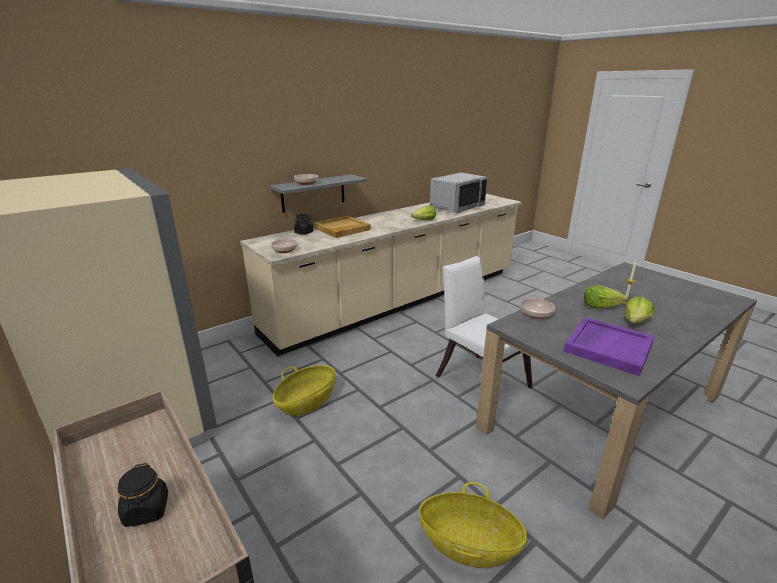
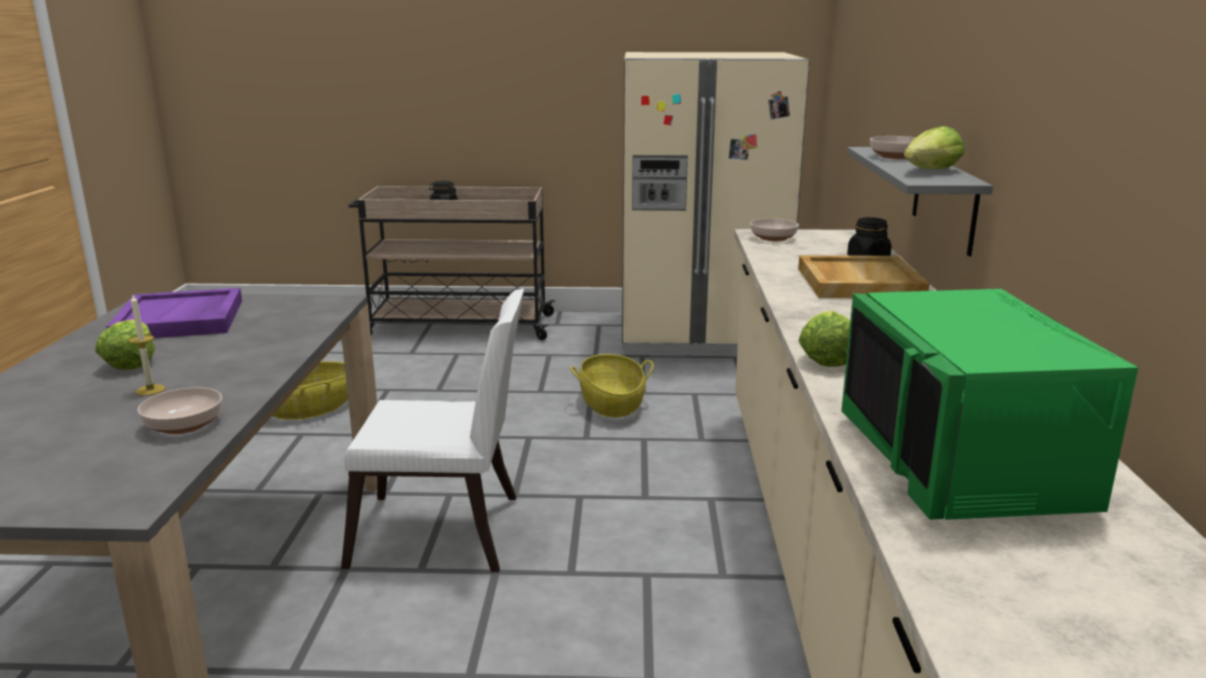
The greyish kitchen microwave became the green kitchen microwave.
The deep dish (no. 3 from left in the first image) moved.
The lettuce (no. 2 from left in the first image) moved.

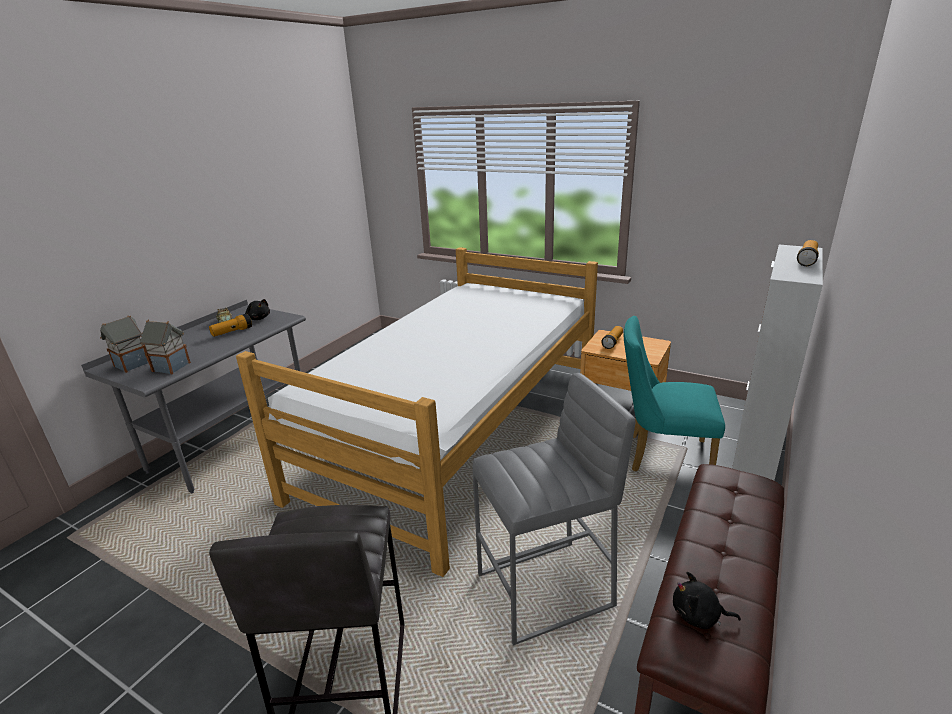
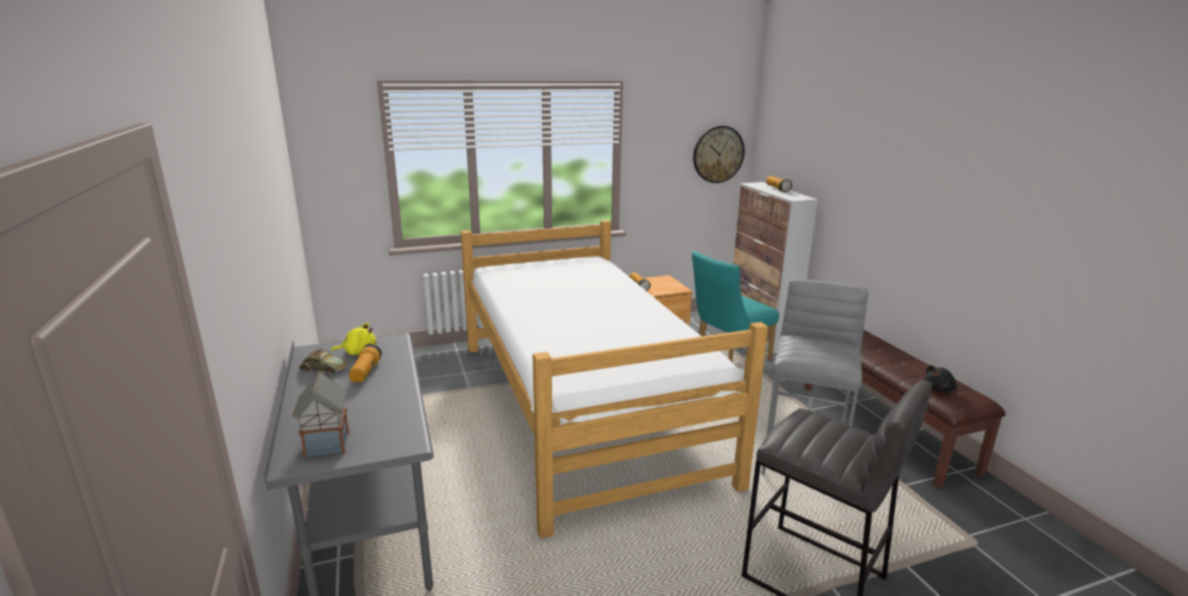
The miniature house (no. 2 from left) disappeared.
The black-coloured cuddly toy (no. 1 from left) became the yellowish cuddly toy.
The hanging clock appeared.

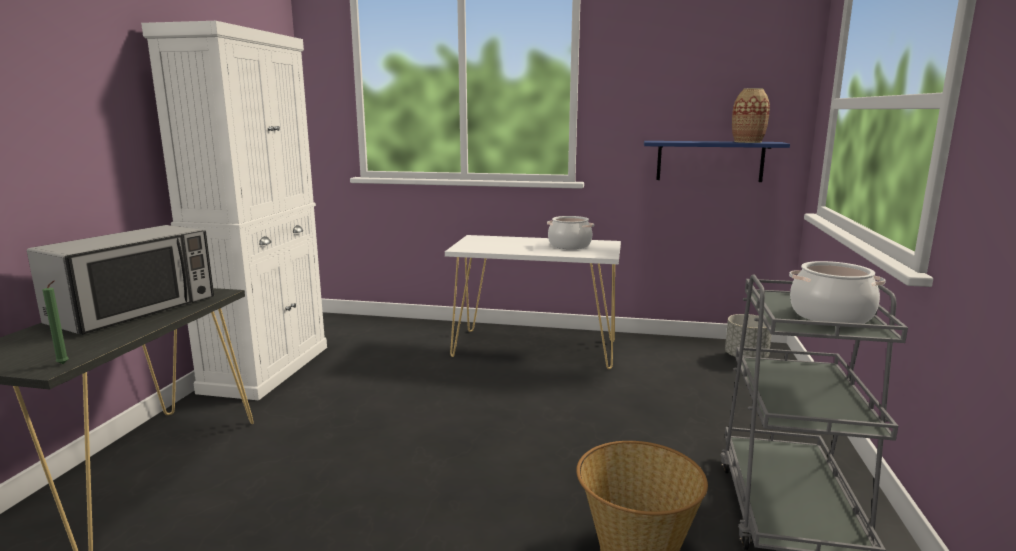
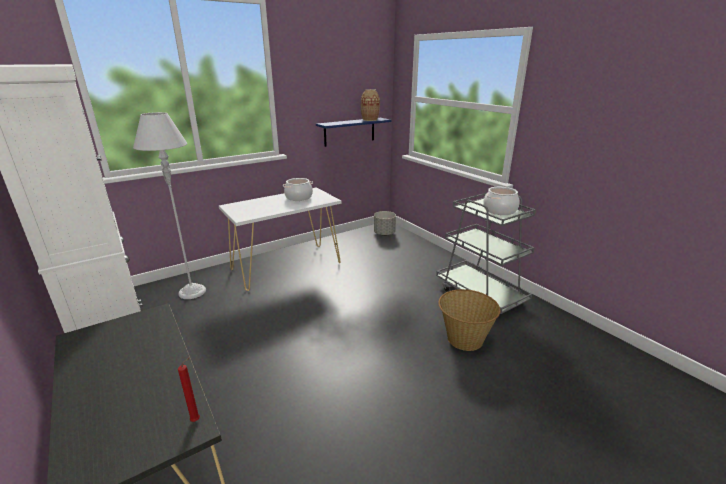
The kitchen microwave disappeared.
The green wax candle became the reddish wax candle.
The greyish floor lamp appeared.

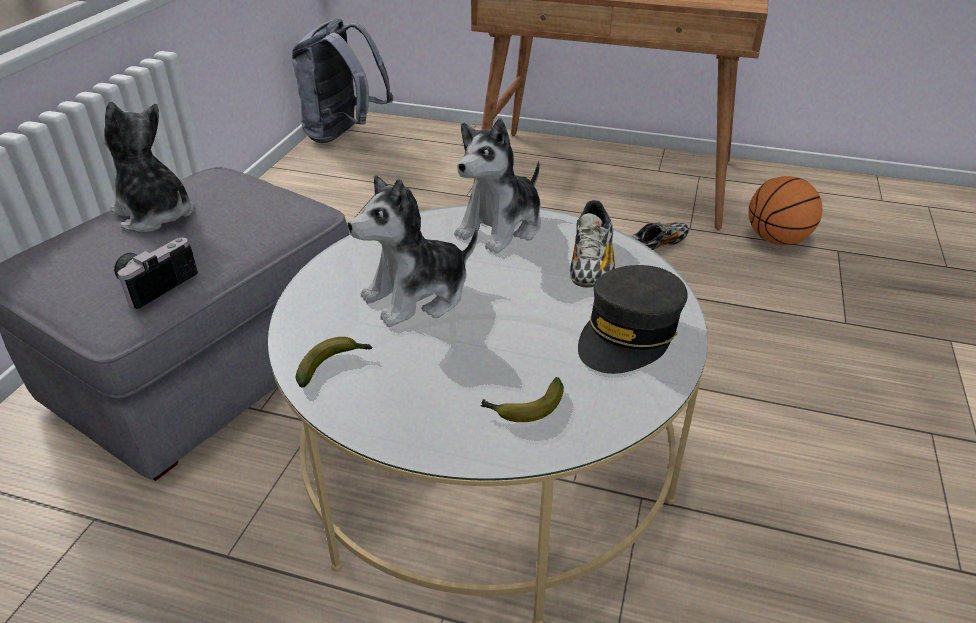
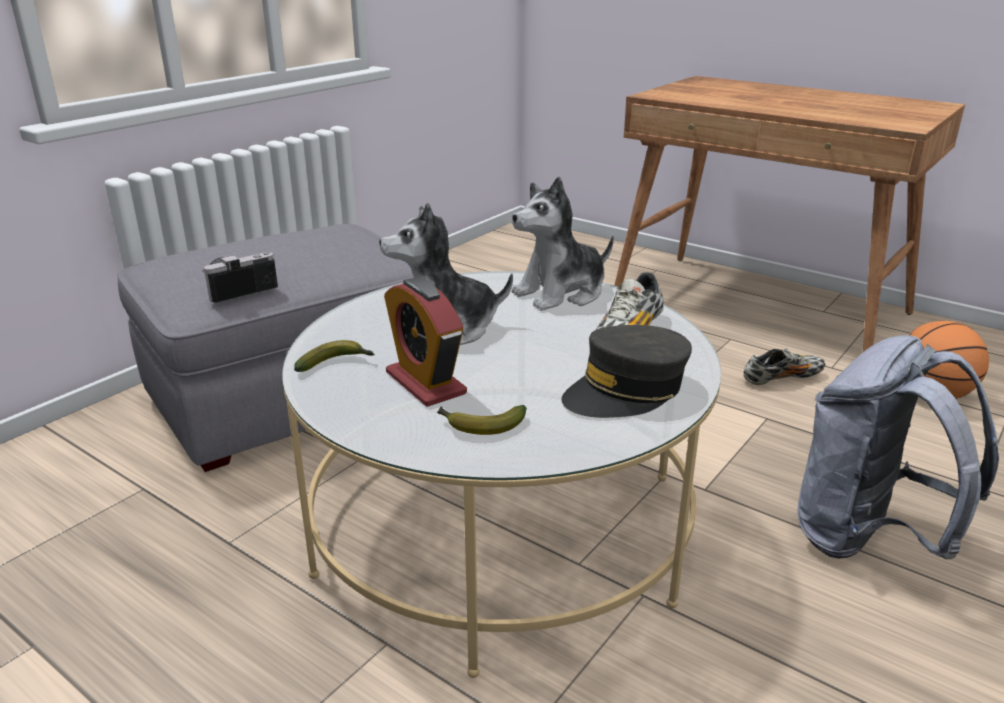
The cuddly toy (no. 1 from left) disappeared.
The greyish knapsack moved.
The bedside clock appeared.

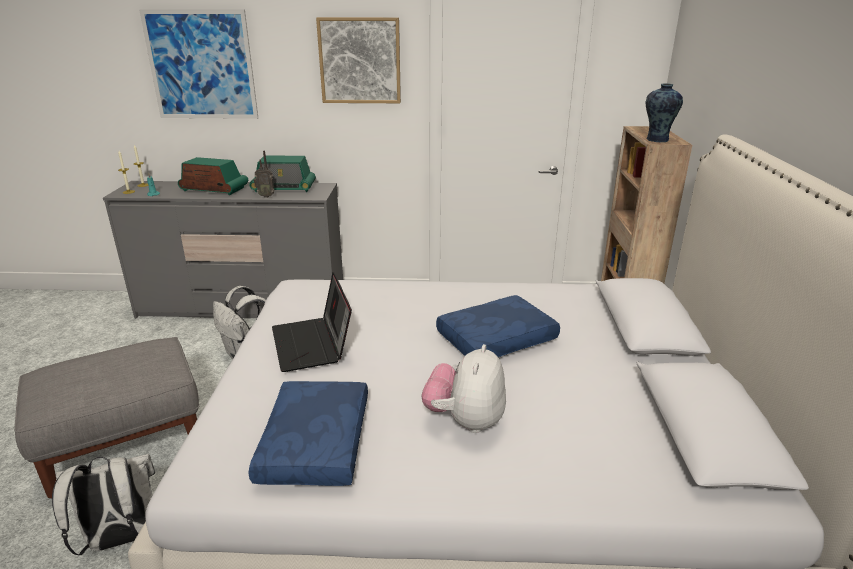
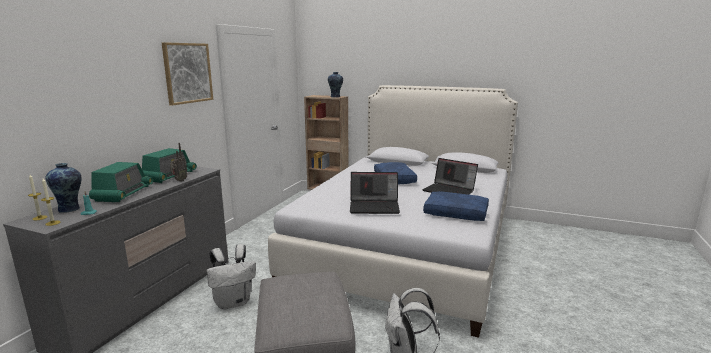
The wall picture (no. 1 from left) disappeared.
The radio receiver (no. 1 from left) turned 150 degrees clockwise.
The cuddly toy was replaced by the notebook computer (no. 2 from left).
The decorative vase (no. 1 from left) appeared.

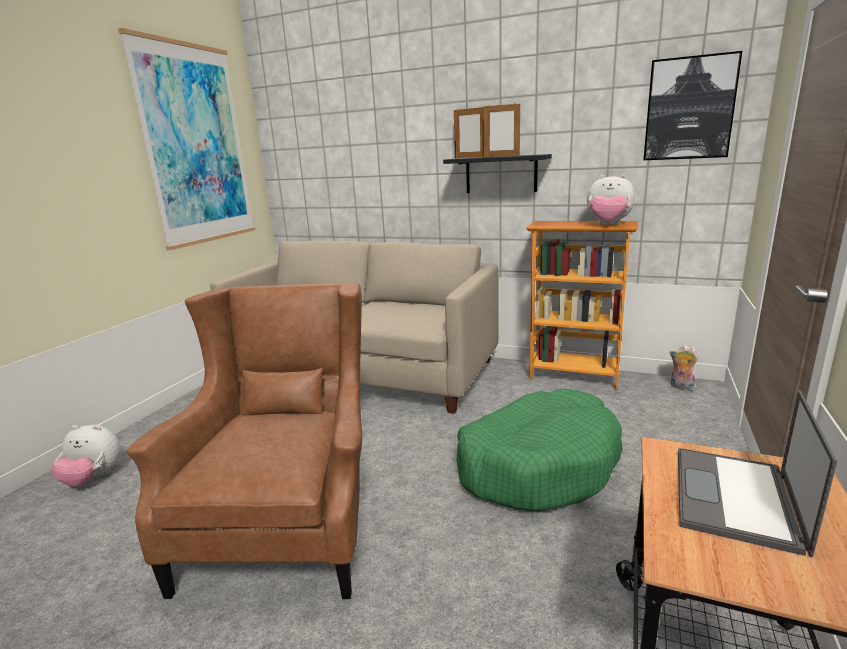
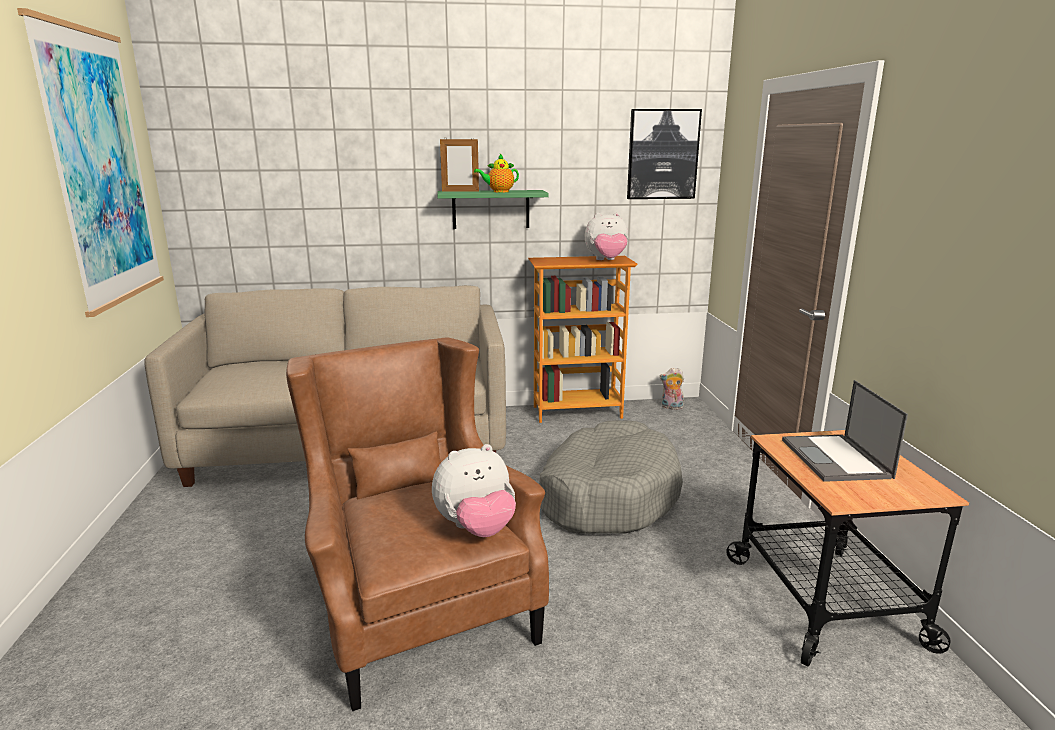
The cuddly toy (no. 1 from left) moved.
The black-coloured shelf became the green shelf.
The green pet bed became the greyish pet bed.
The photo frame (no. 2 from left) was replaced by the teapot.

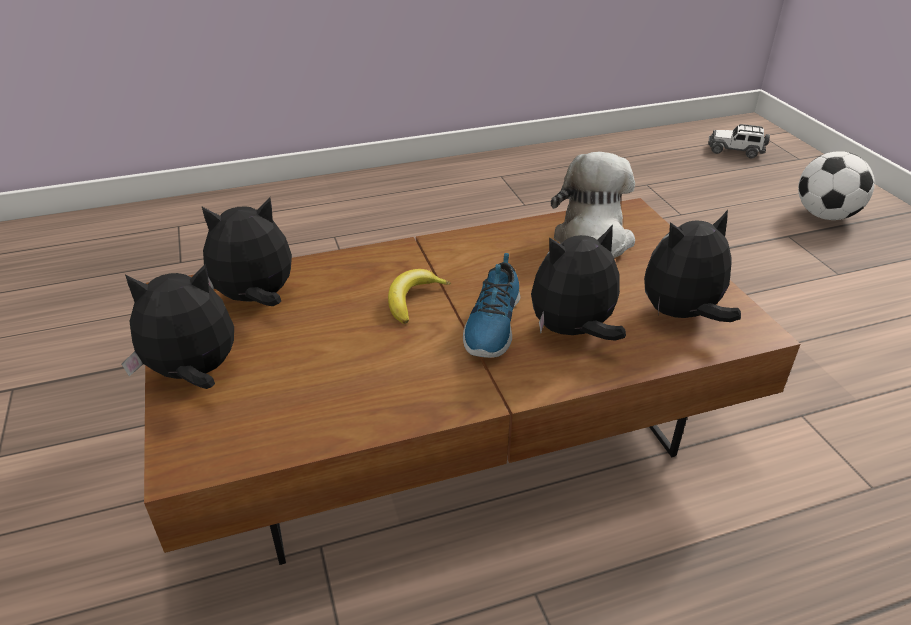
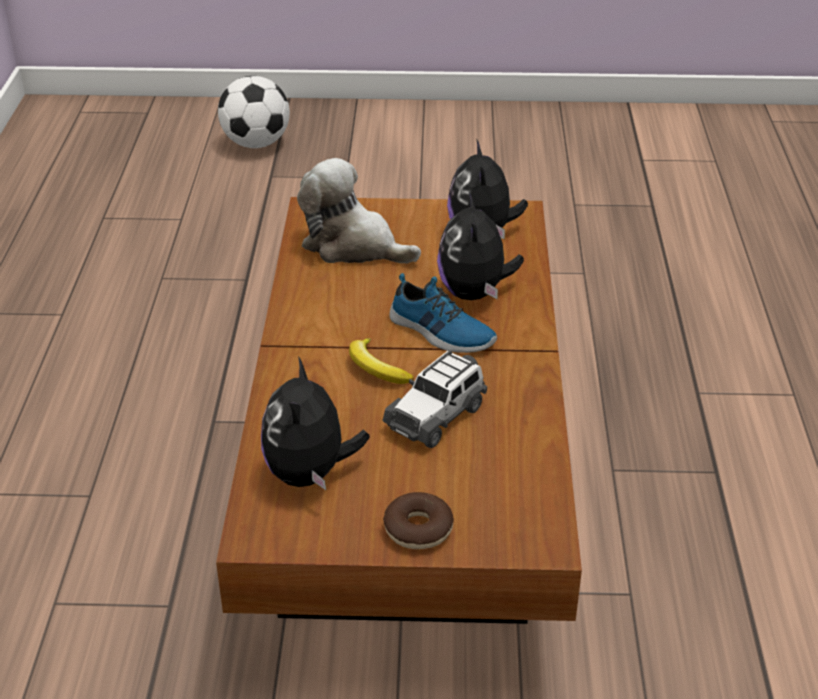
The cuddly toy (no. 1 from left) was replaced by the doughnut.
The miniature car moved.

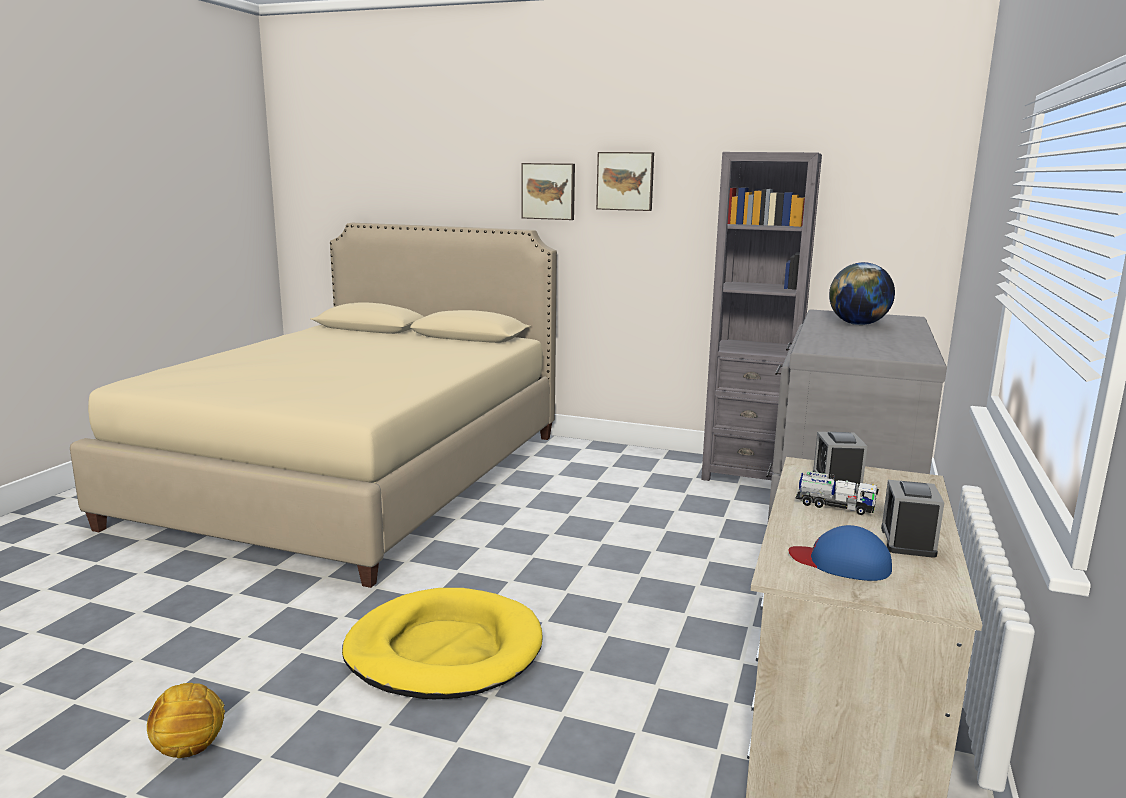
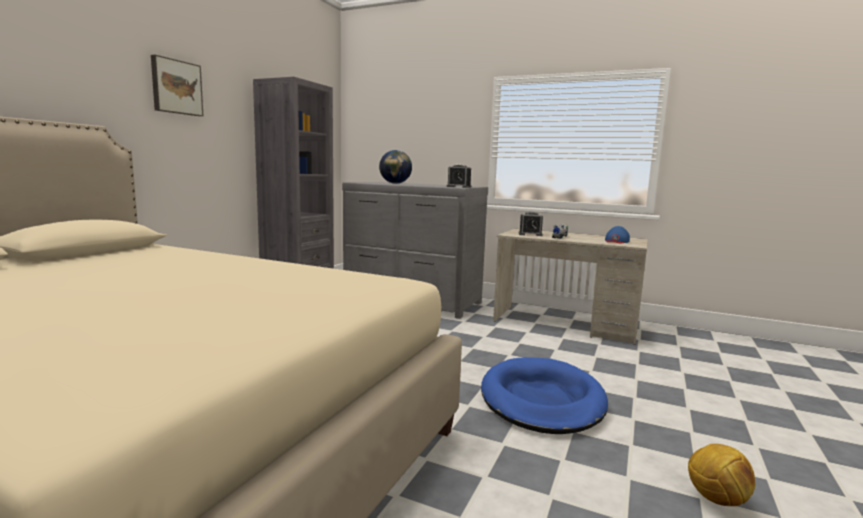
The yellowish pet bed became the blue pet bed.
The wall picture (no. 1 from left) disappeared.
The bedside clock (no. 2 from left in the first image) moved.

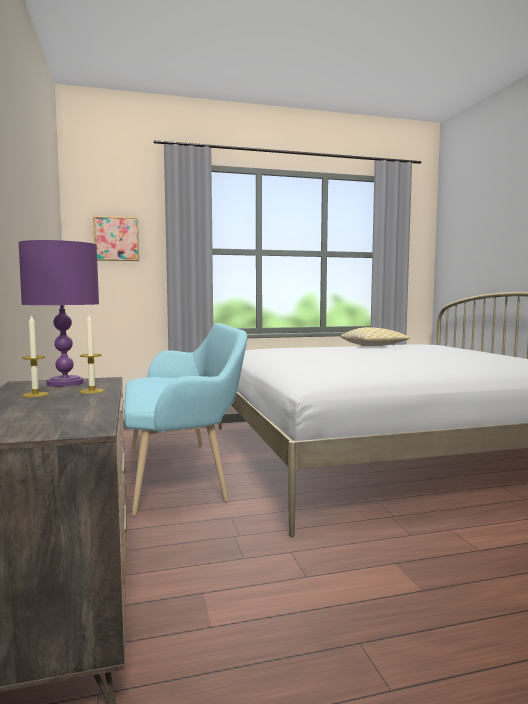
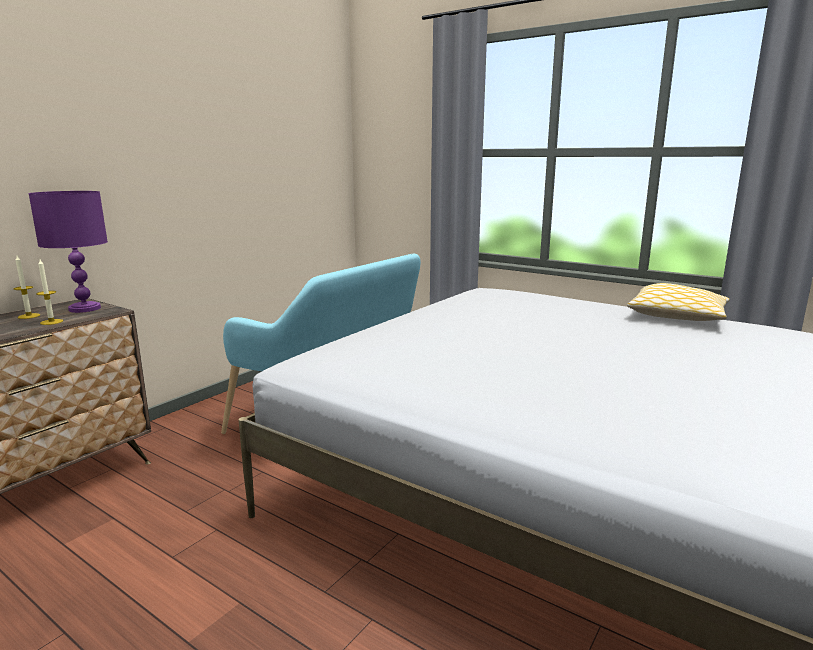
The wall picture disappeared.

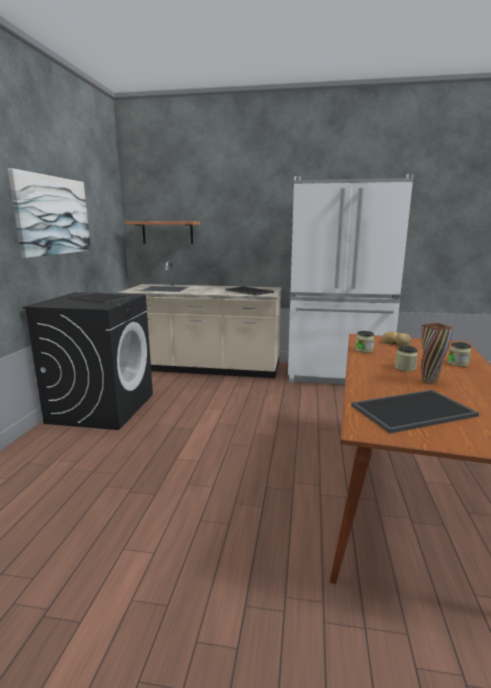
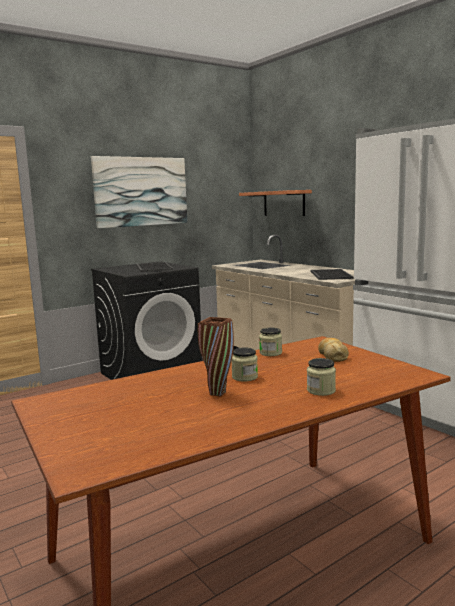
The serving tray (no. 3 from left) disappeared.

